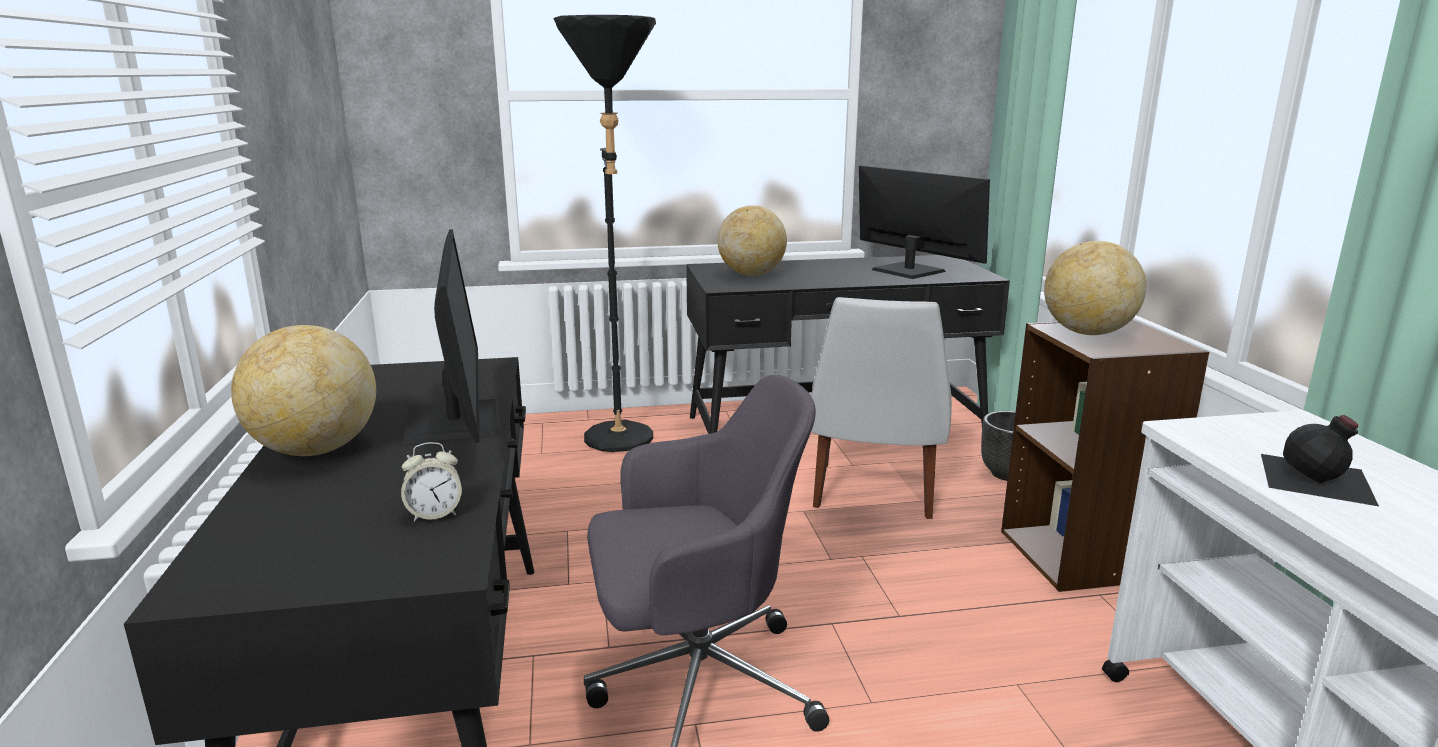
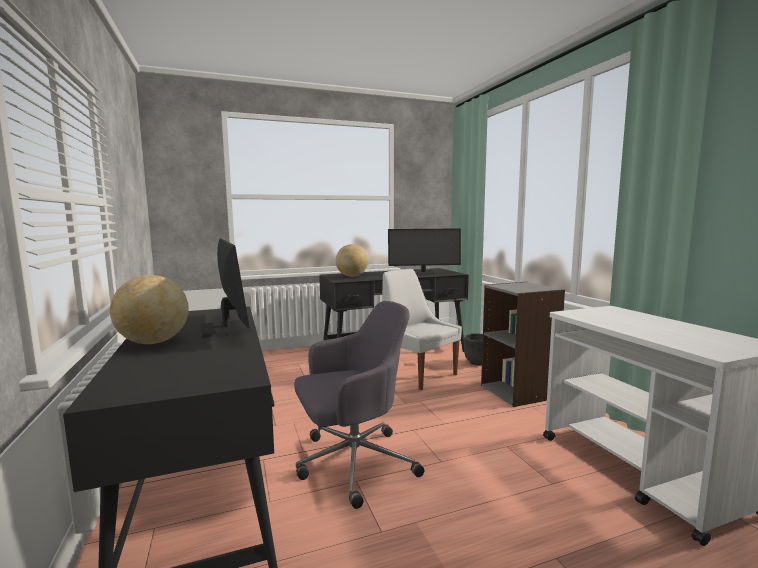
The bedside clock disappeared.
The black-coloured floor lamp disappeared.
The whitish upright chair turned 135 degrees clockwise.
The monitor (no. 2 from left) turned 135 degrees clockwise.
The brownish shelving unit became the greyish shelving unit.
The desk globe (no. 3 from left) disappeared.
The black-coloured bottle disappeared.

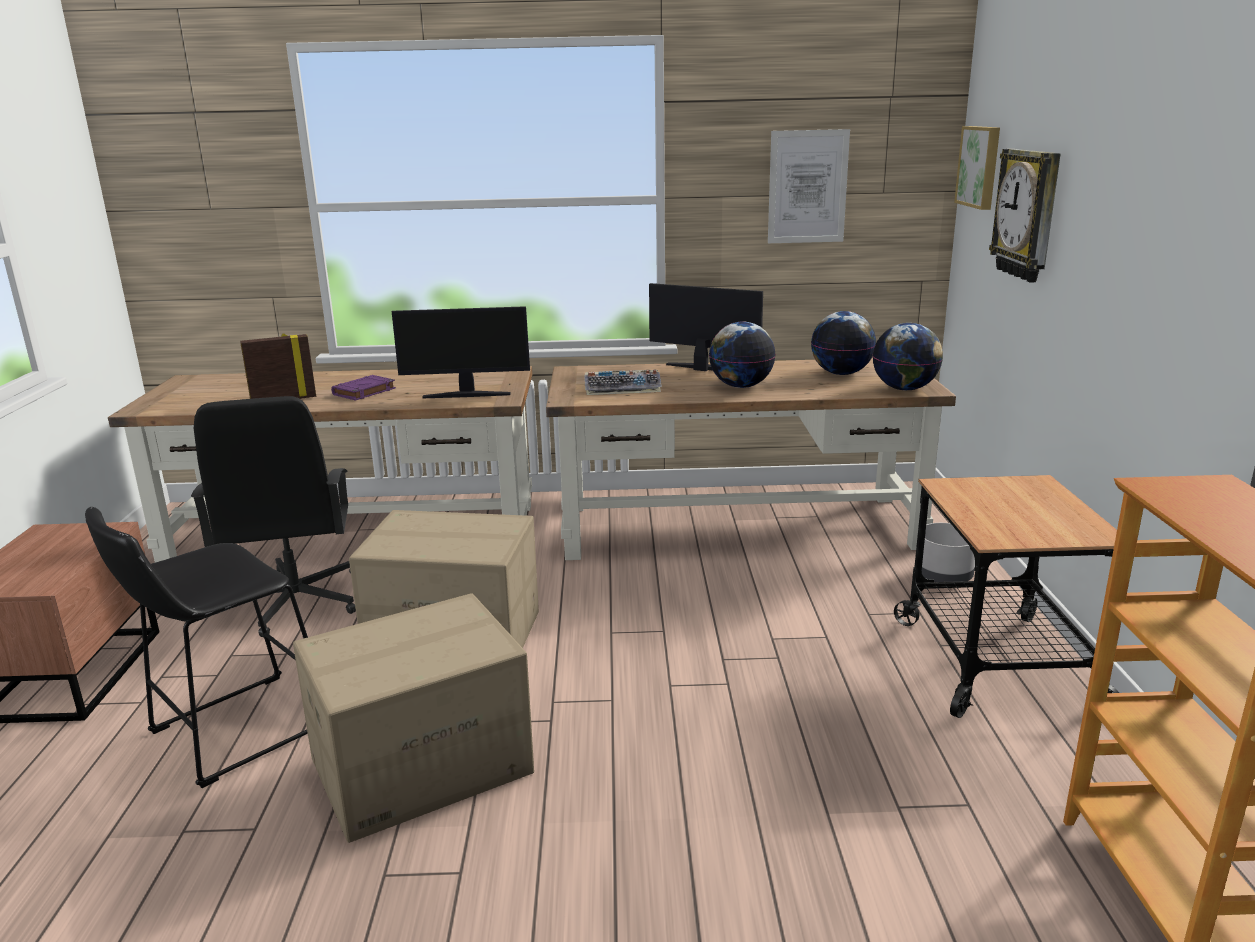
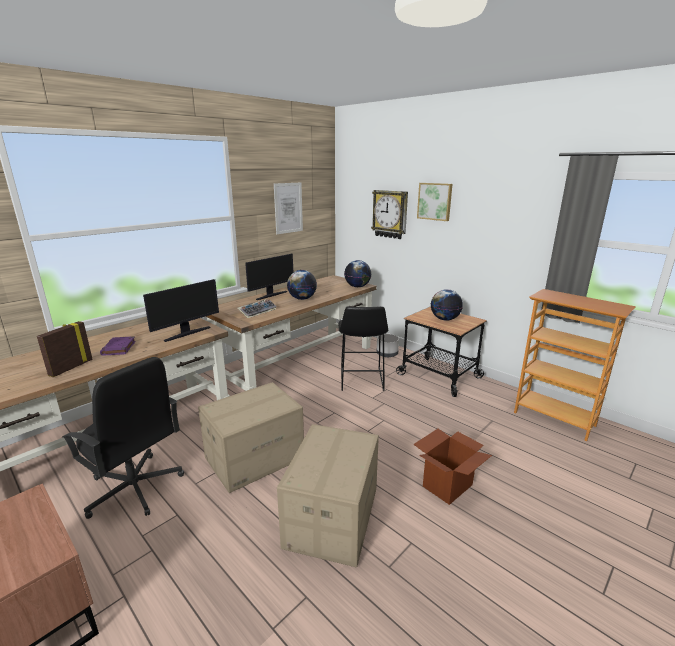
The black-coloured stool moved.
The monitor (no. 2 from left) turned 150 degrees clockwise.
The desk globe (no. 2 from left in the first image) moved.
The wall picture (no. 2 from left) moved.
The carton (no. 3 from left) appeared.

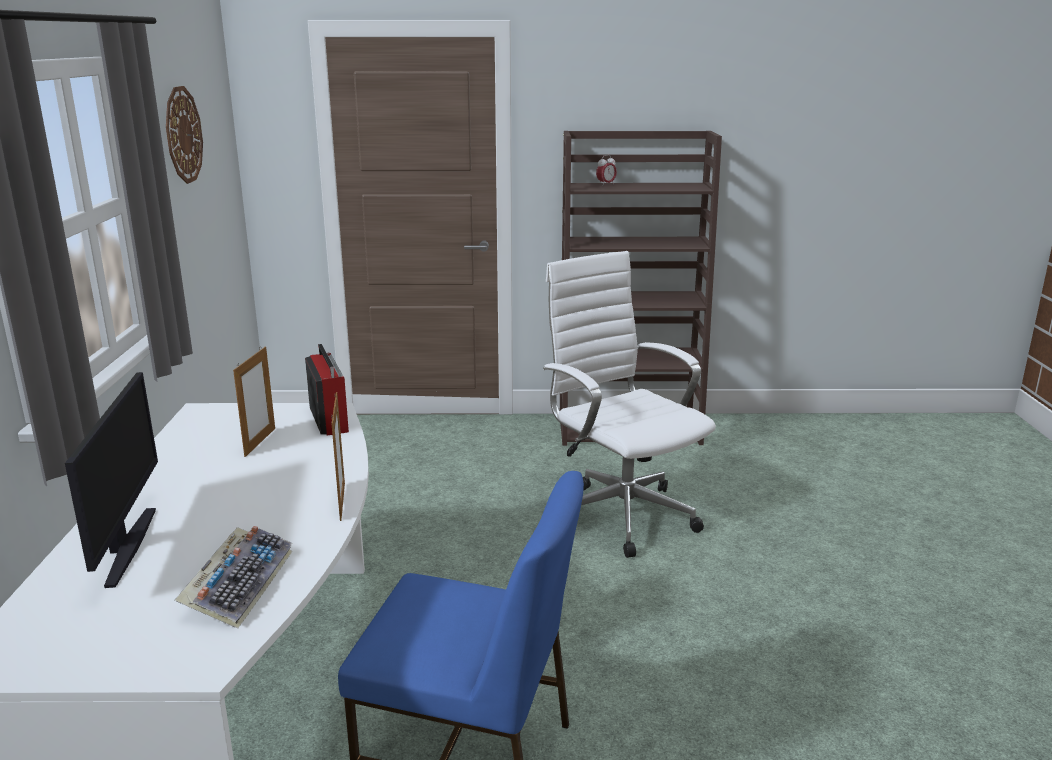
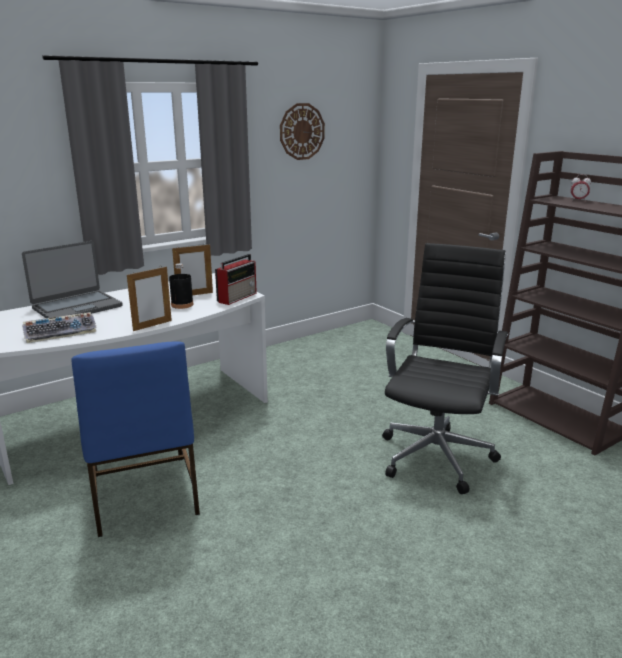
The monitor was replaced by the notebook computer.
The whitish desk chair became the black-coloured desk chair.
The black-coloured bottle appeared.

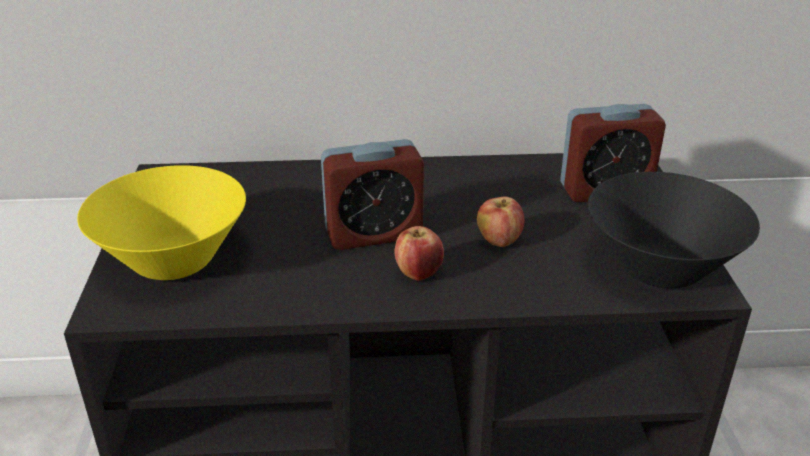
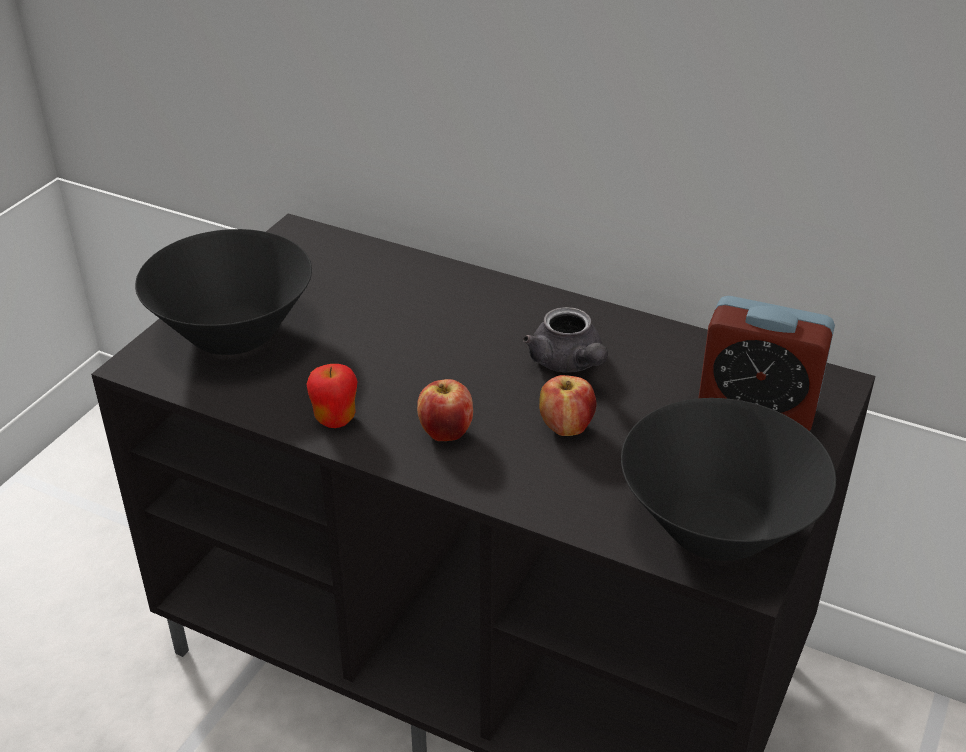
The yellowish deep dish became the black-coloured deep dish (no. 1 from left).
The bedside clock (no. 1 from left) disappeared.
The apple fruit (no. 1 from left) appeared.
The greyish teapot appeared.

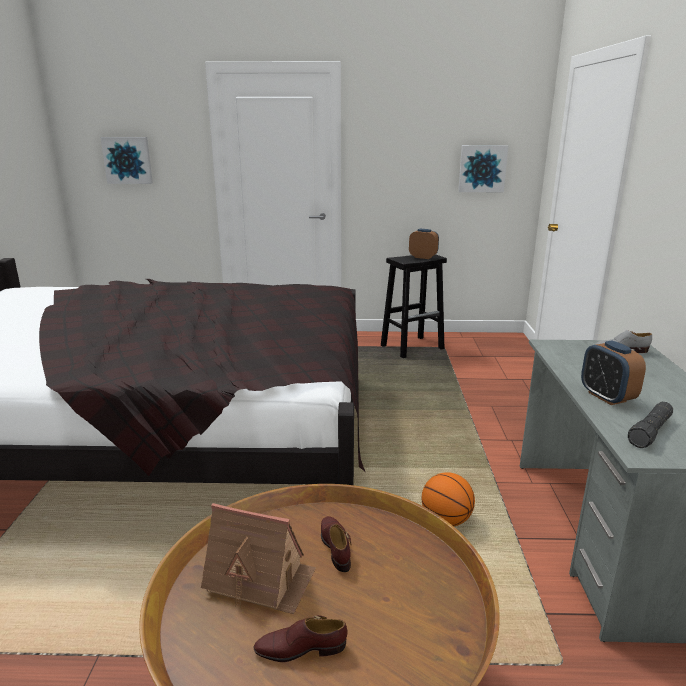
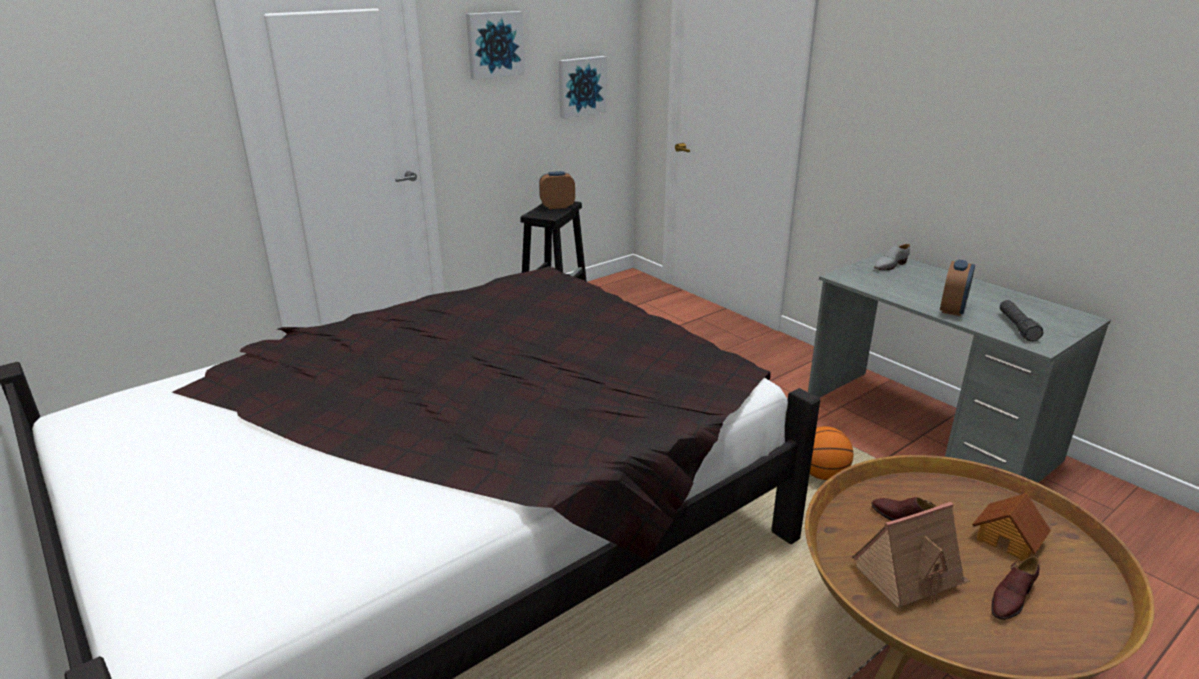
The wall picture (no. 1 from left) moved.
The bedside clock (no. 2 from left) turned 90 degrees counterclockwise.
The miniature house (no. 2 from left) appeared.

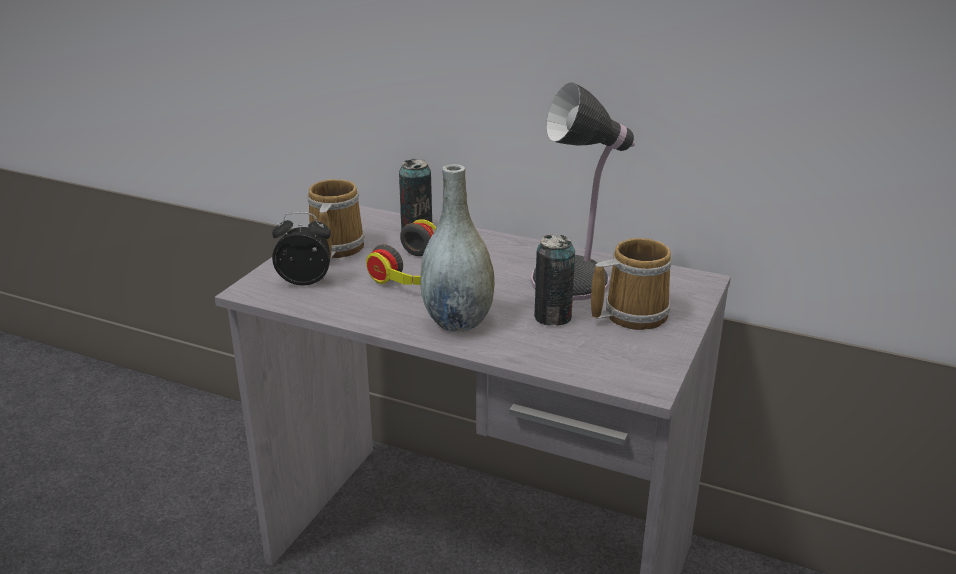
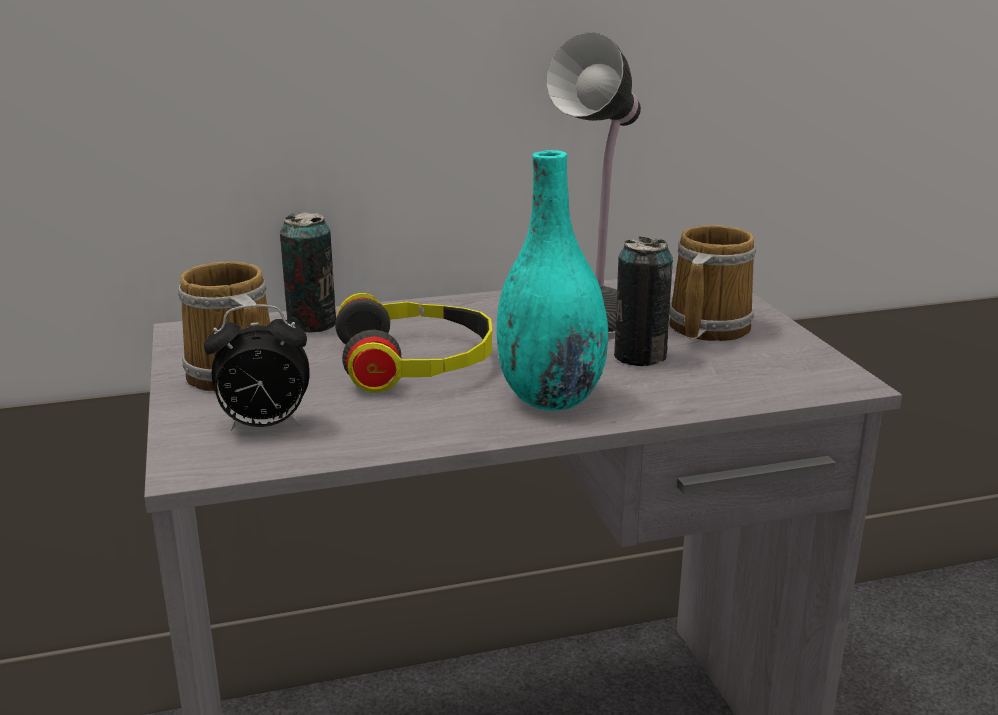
The bedside clock turned 150 degrees counterclockwise.
The greyish decorative vase became the blue-green decorative vase.

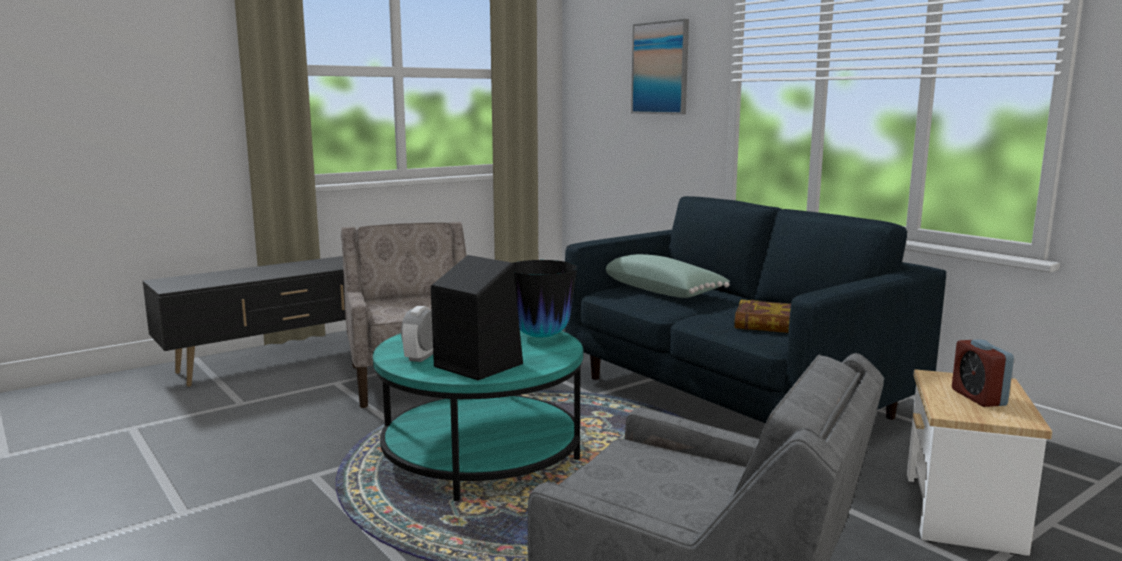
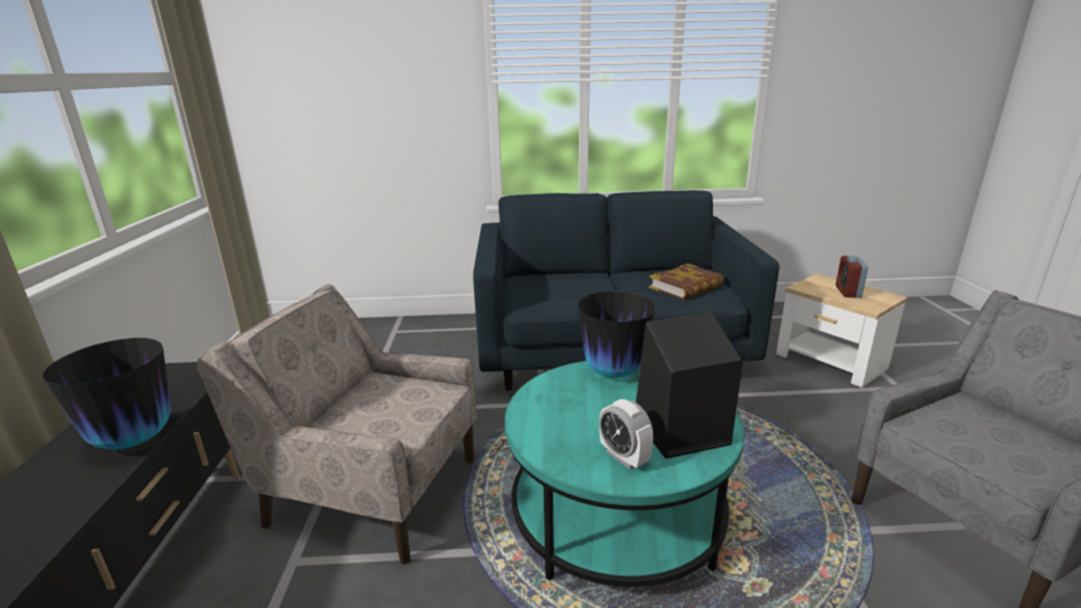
The green pillow disappeared.
The wall picture disappeared.
The bedside clock (no. 2 from left) turned 75 degrees clockwise.
The decorative vase (no. 1 from left) appeared.

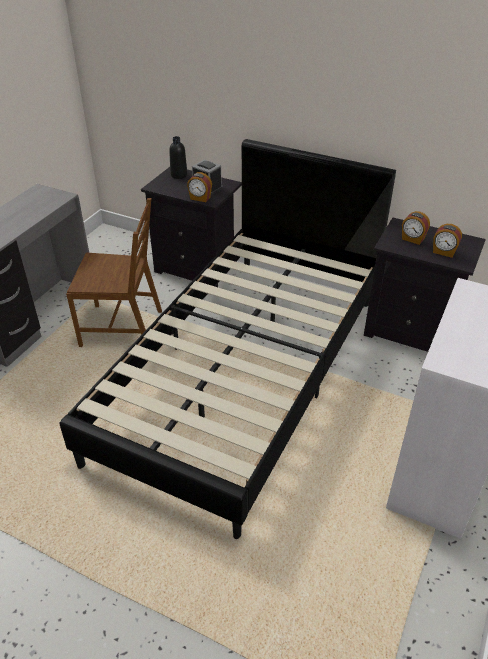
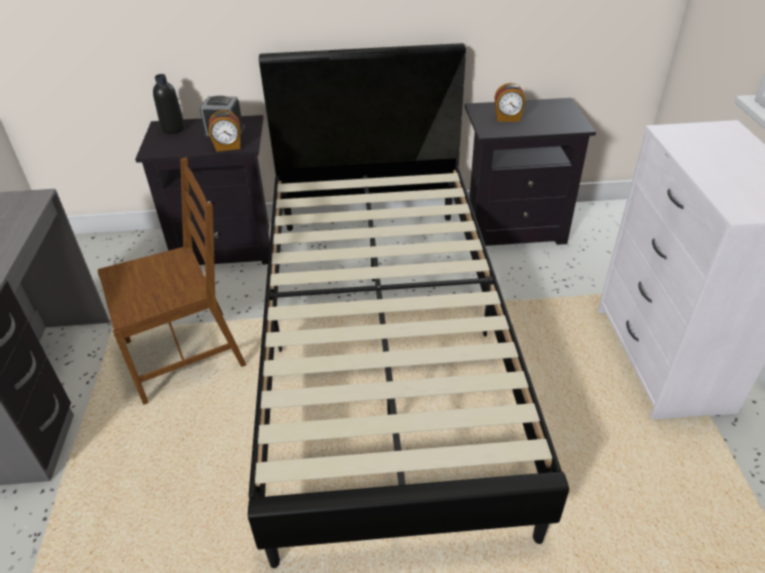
The bedside clock (no. 4 from left) disappeared.

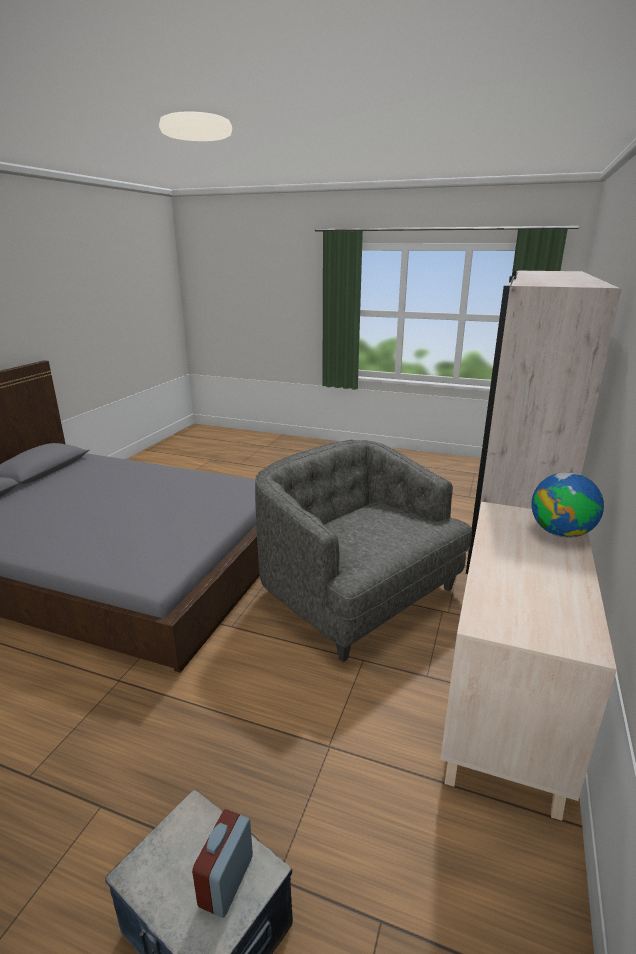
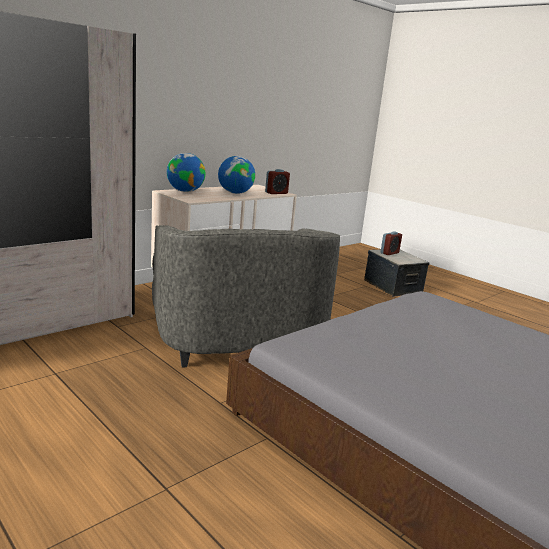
The desk globe (no. 2 from left) appeared.
The bedside clock (no. 1 from left) appeared.

